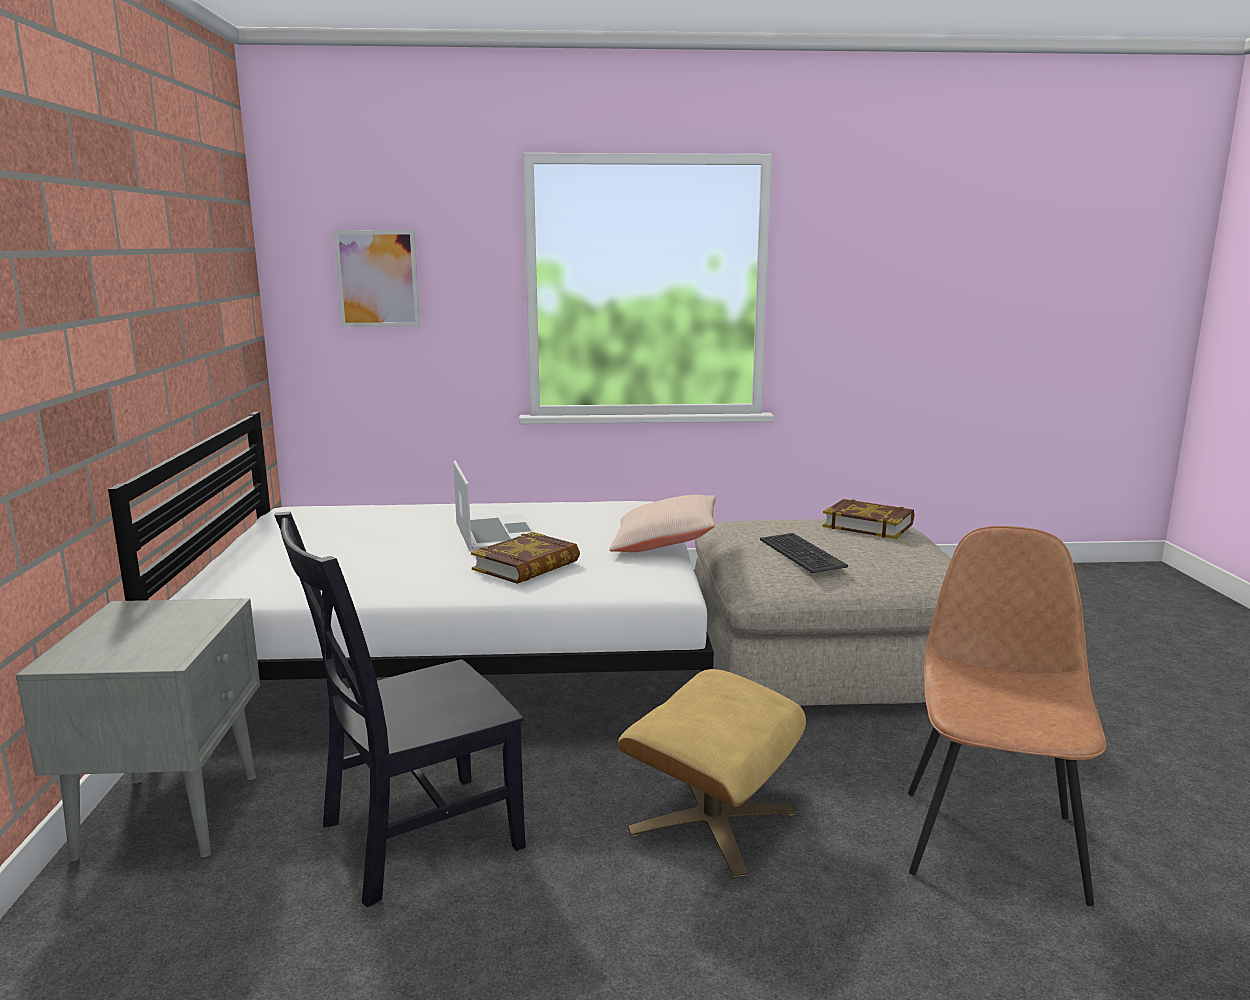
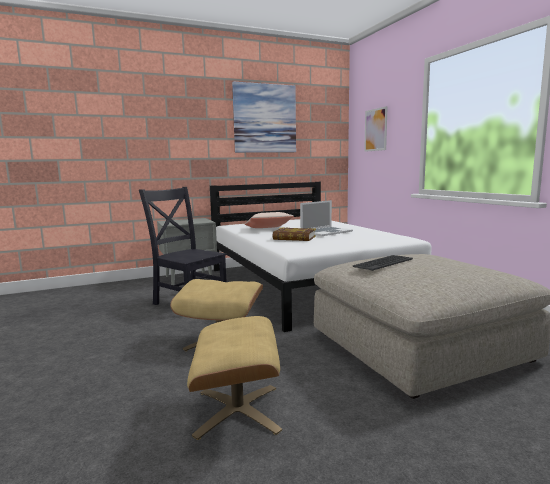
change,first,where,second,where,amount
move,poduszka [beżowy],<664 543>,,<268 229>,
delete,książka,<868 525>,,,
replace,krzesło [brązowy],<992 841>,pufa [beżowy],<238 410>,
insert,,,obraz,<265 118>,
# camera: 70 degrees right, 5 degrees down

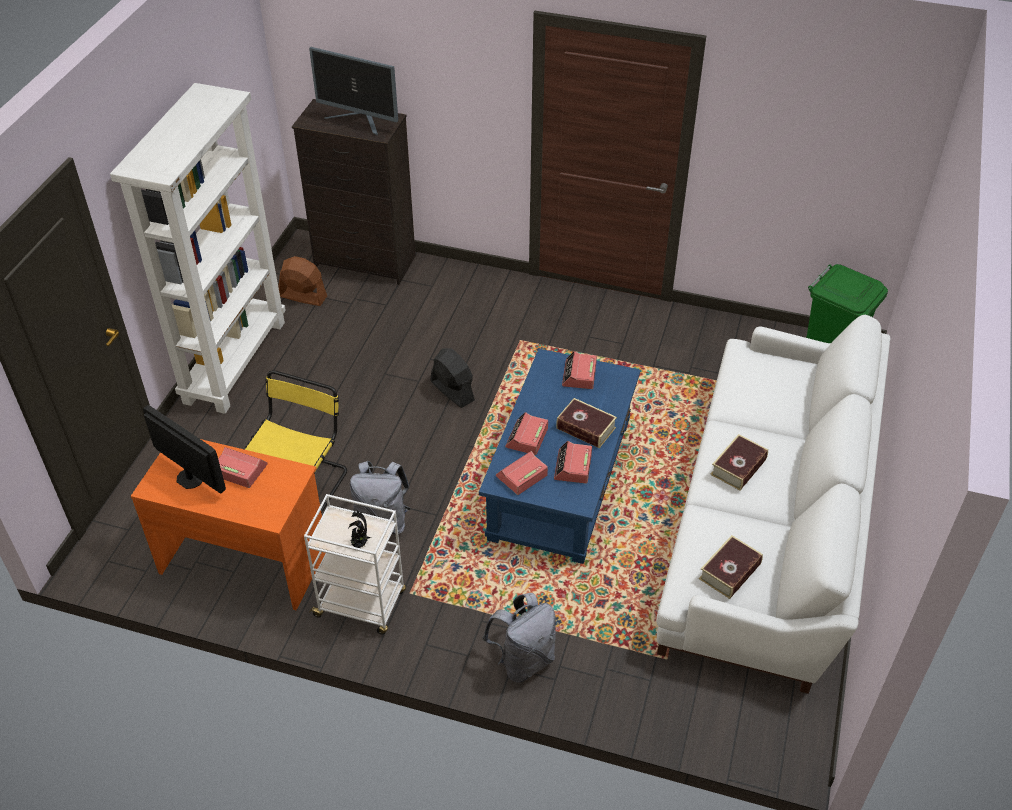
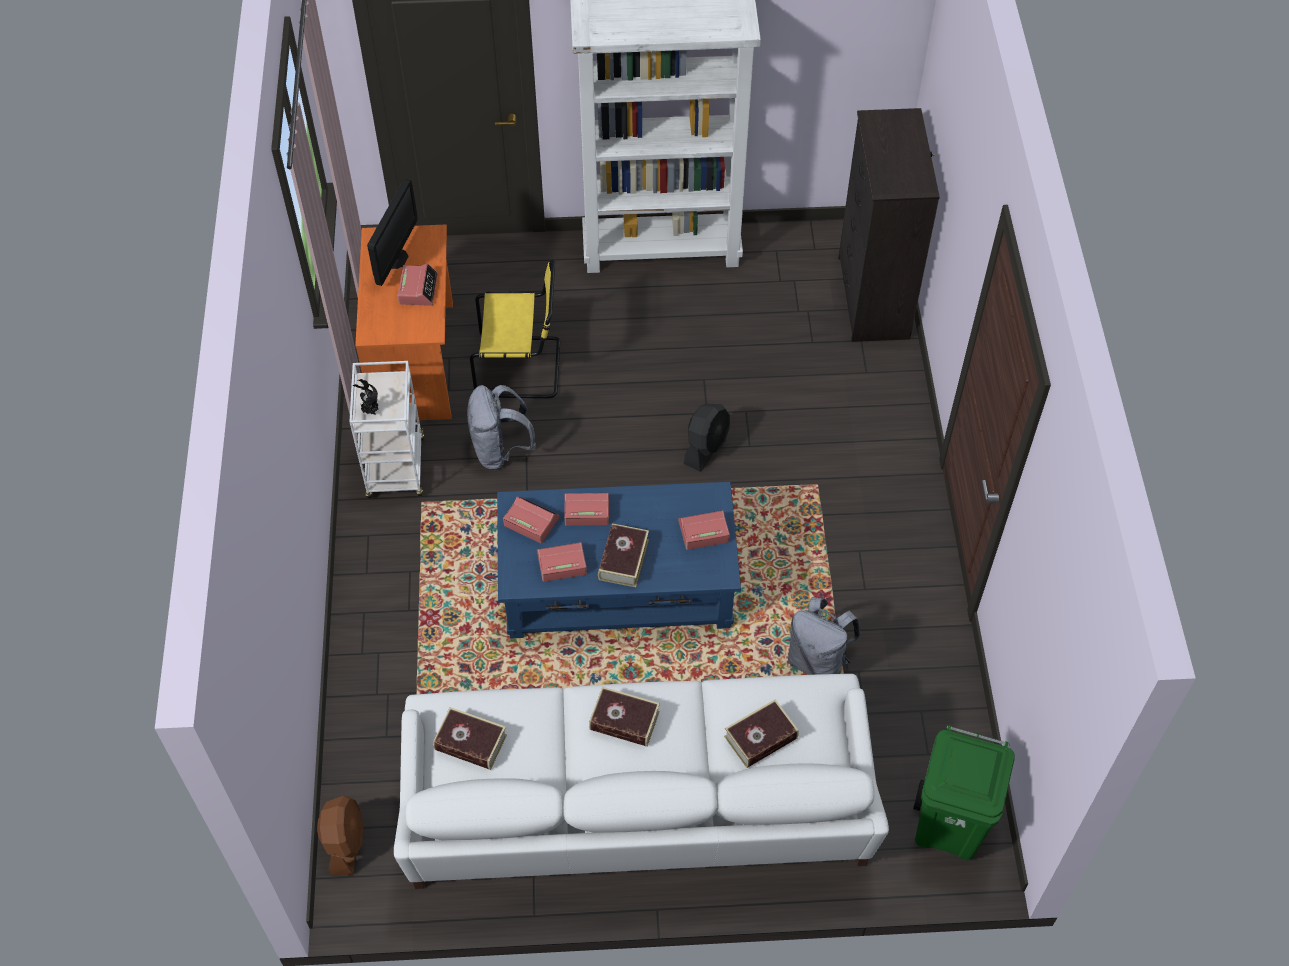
change,first,where,second,where,amount
delete,monitor,<359 121>,,,
move,wentylator [brązowy],<302 296>,,<345 842>,
move,plecak [szary],<523 660>,,<818 661>,
insert,,,książka,<760 738>,
# camera: 70 degrees right, 10 degrees up

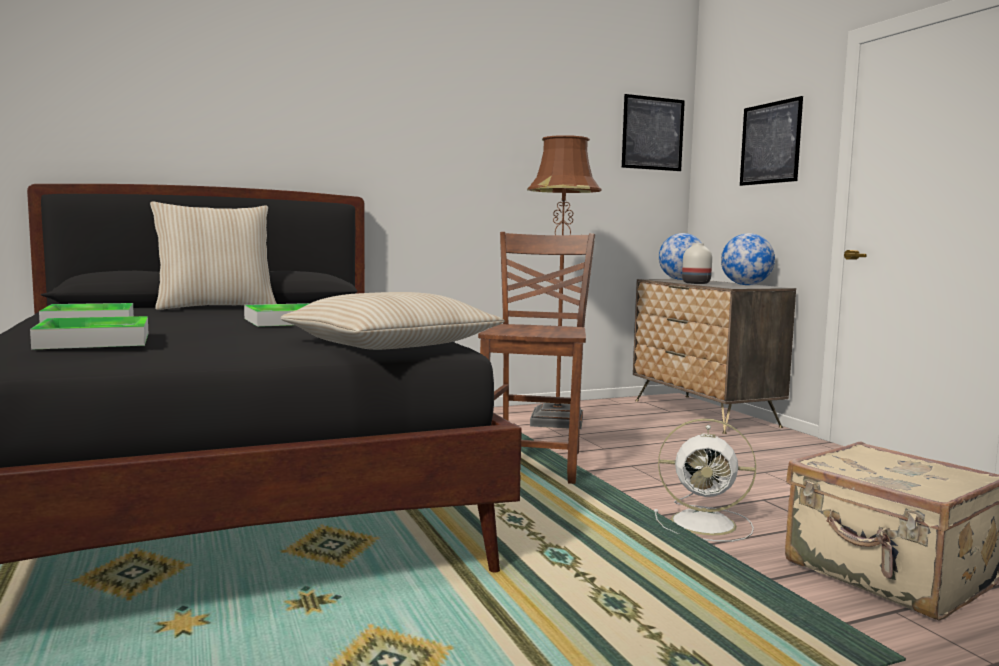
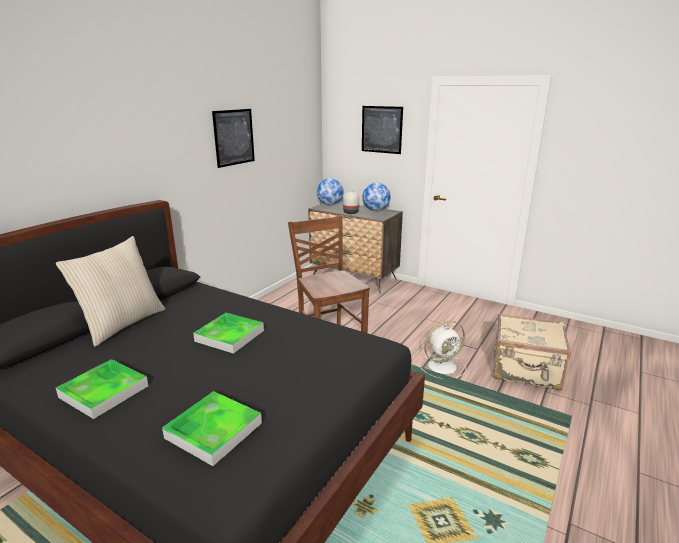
change,first,where,second,where,amount
move,obraz,<652 133>,,<234 137>,
delete,lampa stojąca [brązowy],<556 421>,,,
delete,poduszka [beżowy],<390 345>,,,
# camera: 35 degrees left, 15 degrees up

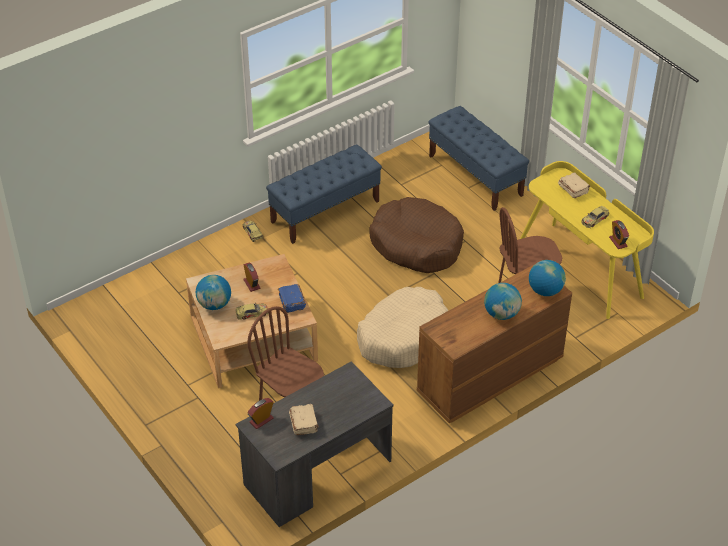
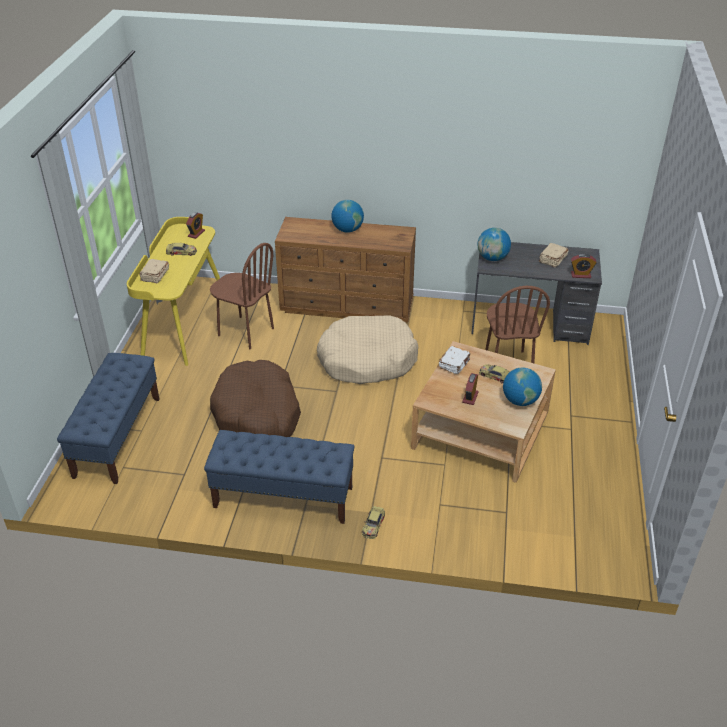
change,first,where,second,where,amount
move,globus,<545 290>,,<492 258>,
recolor,książka [niebieski],<291 302>,książka [biały],<454 364>,
# camera: 135 degrees left, 5 degrees down

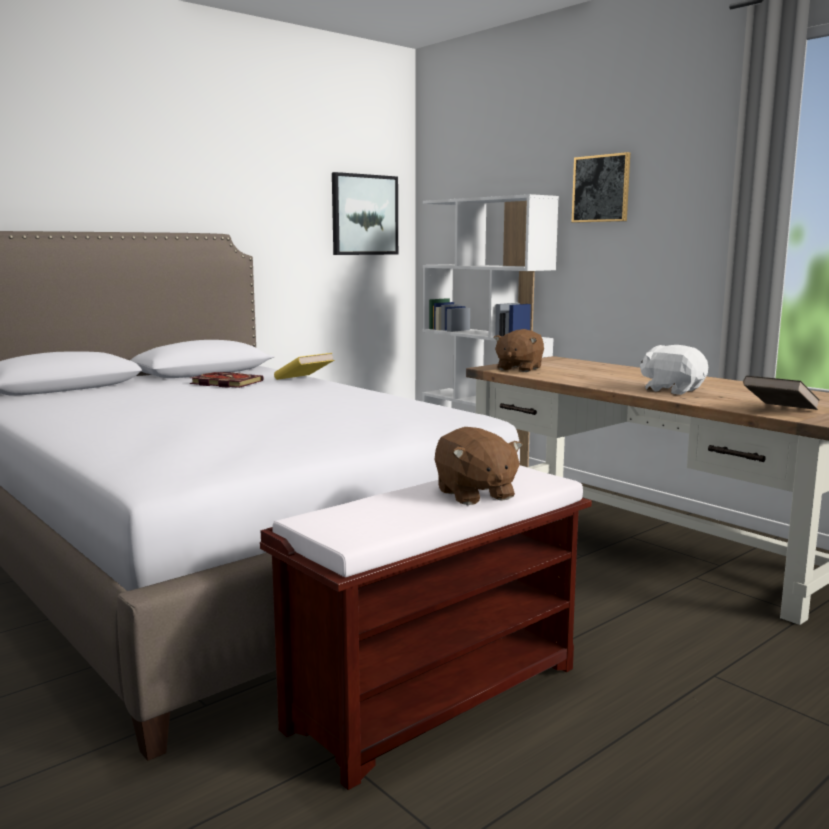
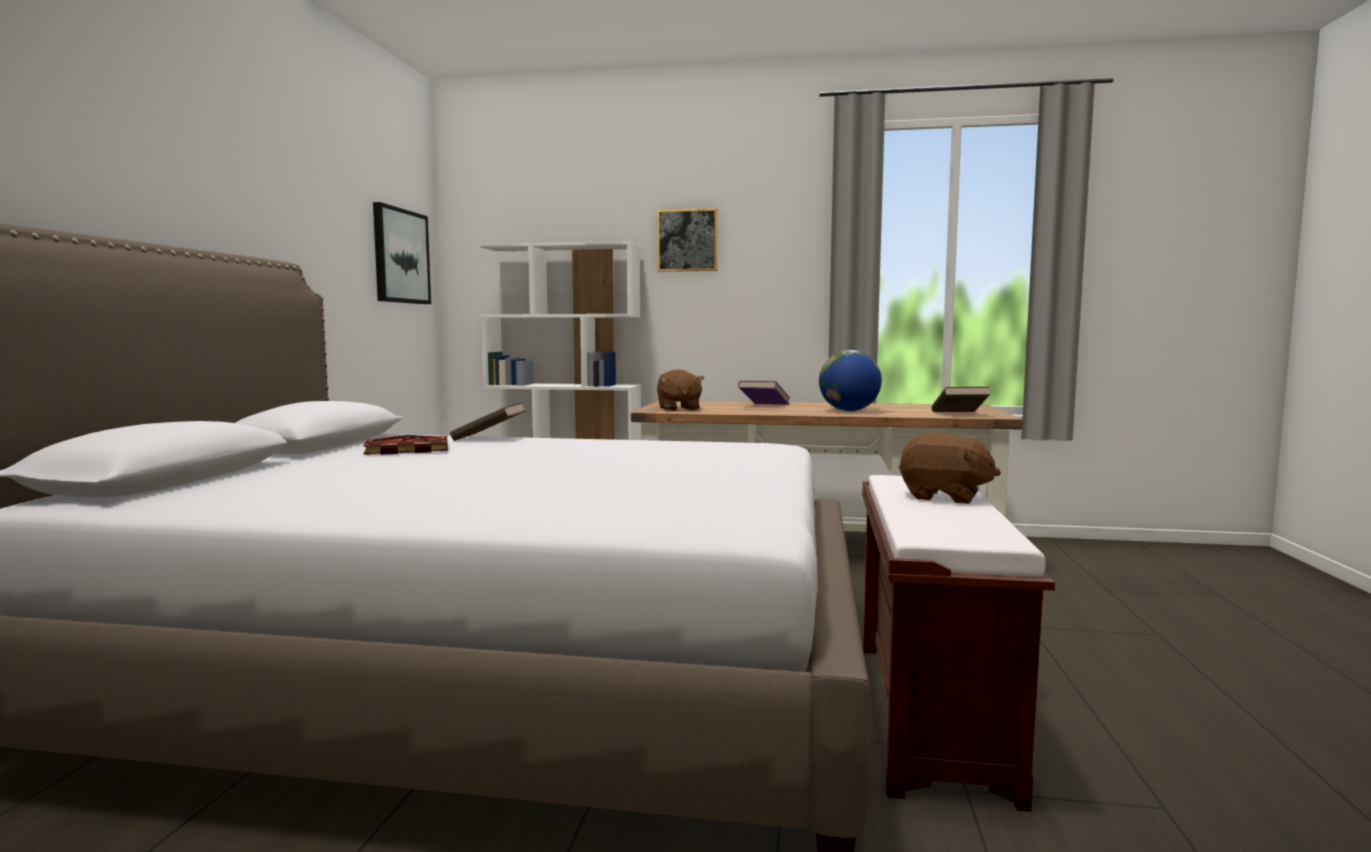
change,first,where,second,where,amount
replace,pluszak [biały],<672 390>,globus,<849 411>,
recolor,książka [żółty],<304 380>,książka [brązowy],<489 438>,
insert,,,książka [fioletowy],<764 406>,
# camera: 40 degrees left, 5 degrees down

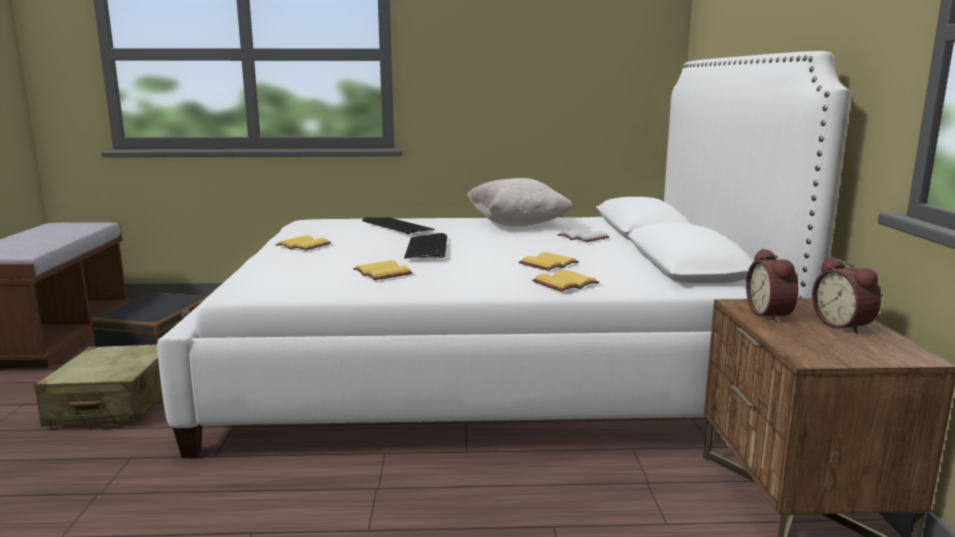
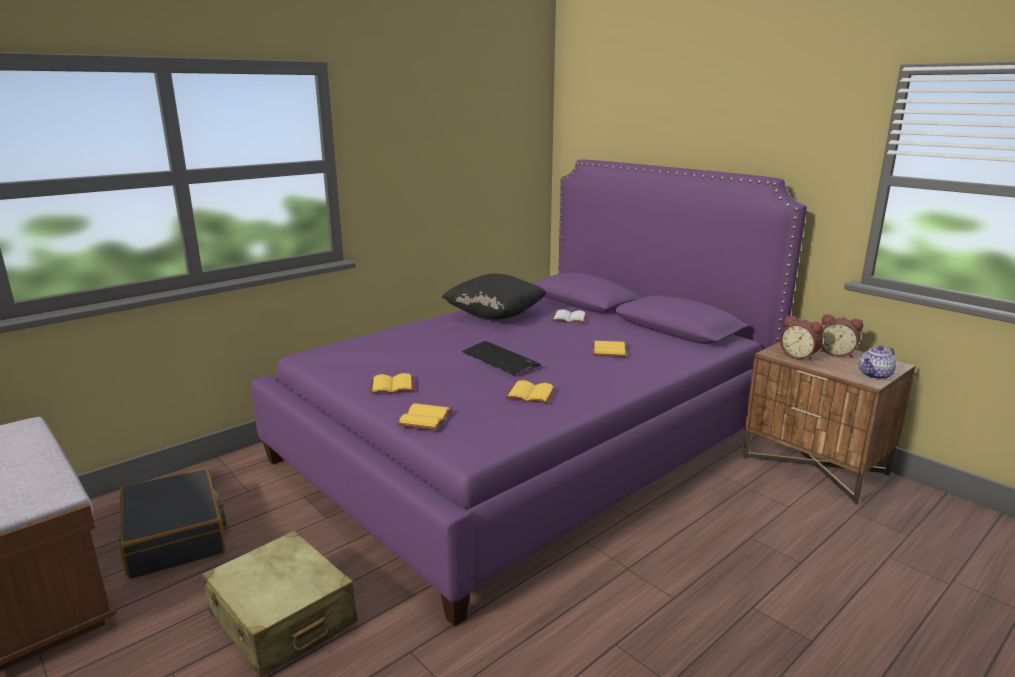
change,first,where,second,where,amount
recolor,łóżko [biały],<485 366>,łóżko [fioletowy],<527 445>,
recolor,poduszka [beżowy],<517 224>,poduszka [czarny],<495 315>,
delete,klawiatura,<397 226>,,,
move,książka [żółty],<566 284>,,<426 419>,
insert,,,imbryk,<875 375>,
# camera: 40 degrees left, 5 degrees up

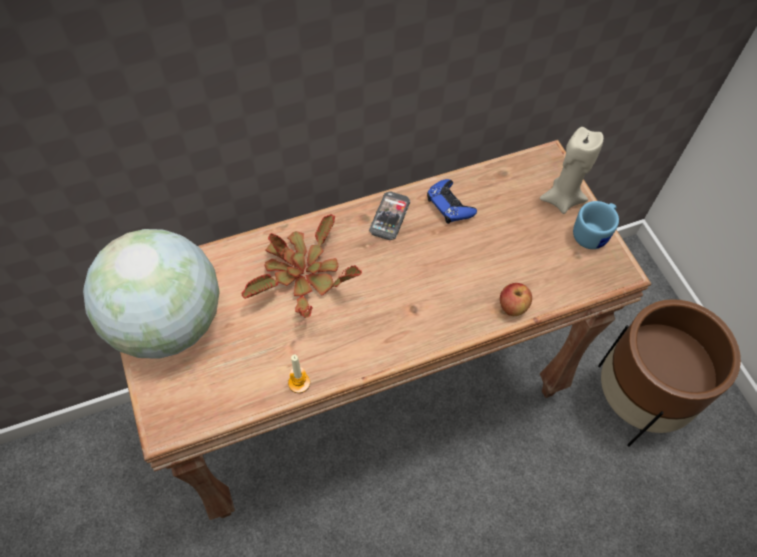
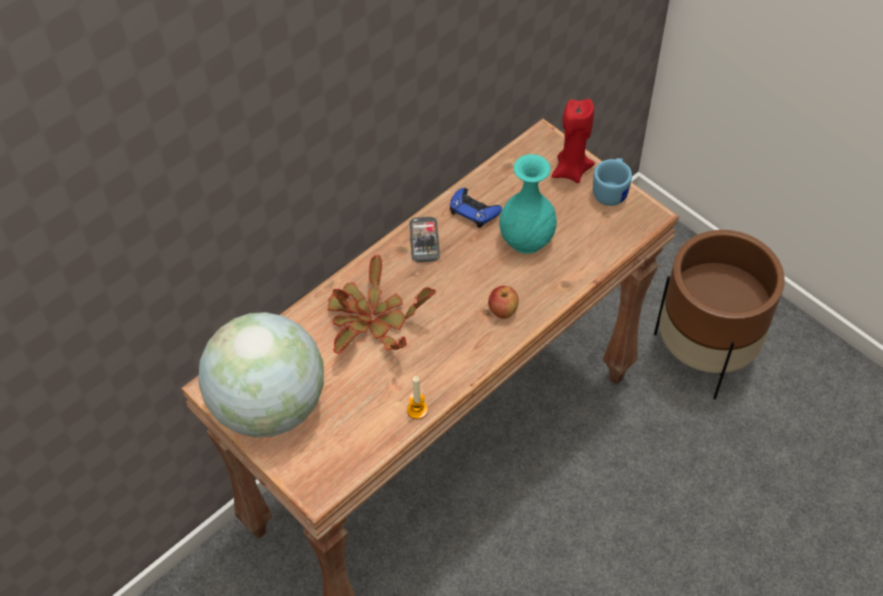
change,first,where,second,where,amount
recolor,świeca [beżowy],<561 199>,świeca [czerwony],<571 171>,
move,jabłko,<512 307>,,<502 311>,
insert,,,wazon [turkusowy],<527 240>,
# camera: 20 degrees left, 5 degrees down

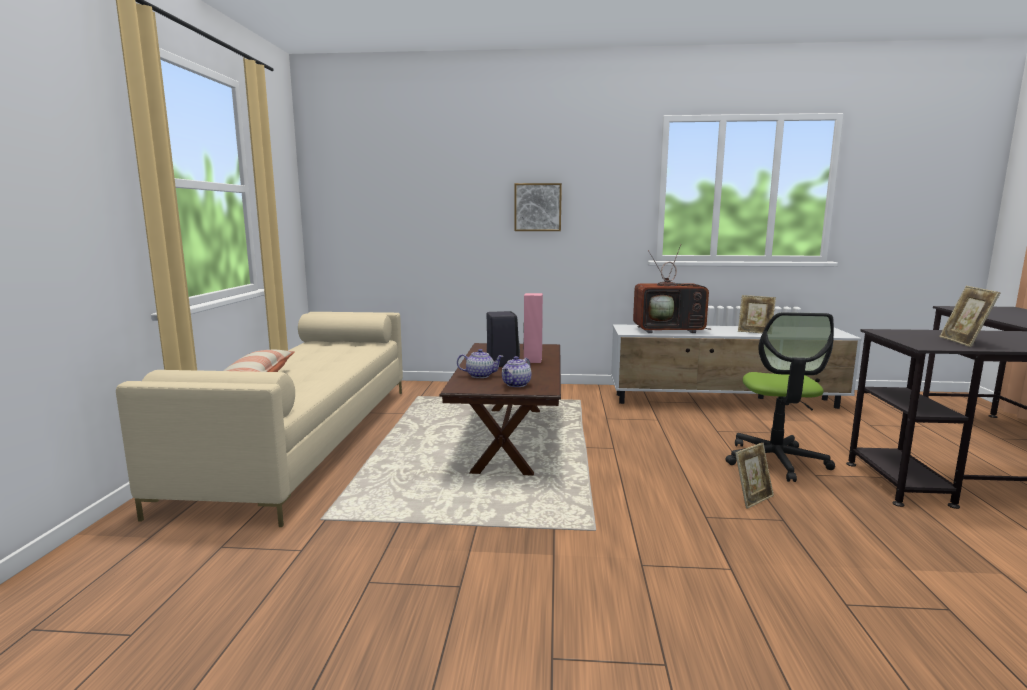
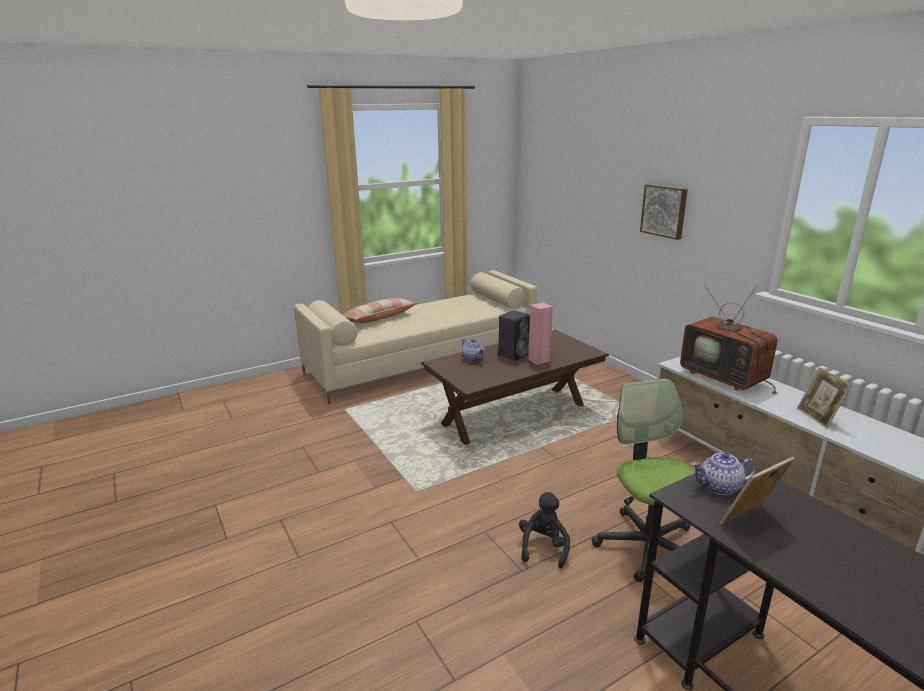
change,first,where,second,where,amount
rotate,krzesło biurowe,<775 461>,,<647 545>,105 degrees clockwise
move,imbryk,<516 384>,,<720 487>,
replace,ramka na zdjęcie,<752 499>,pluszak [czarny],<543 547>,
# camera: 55 degrees right, 10 degrees up

